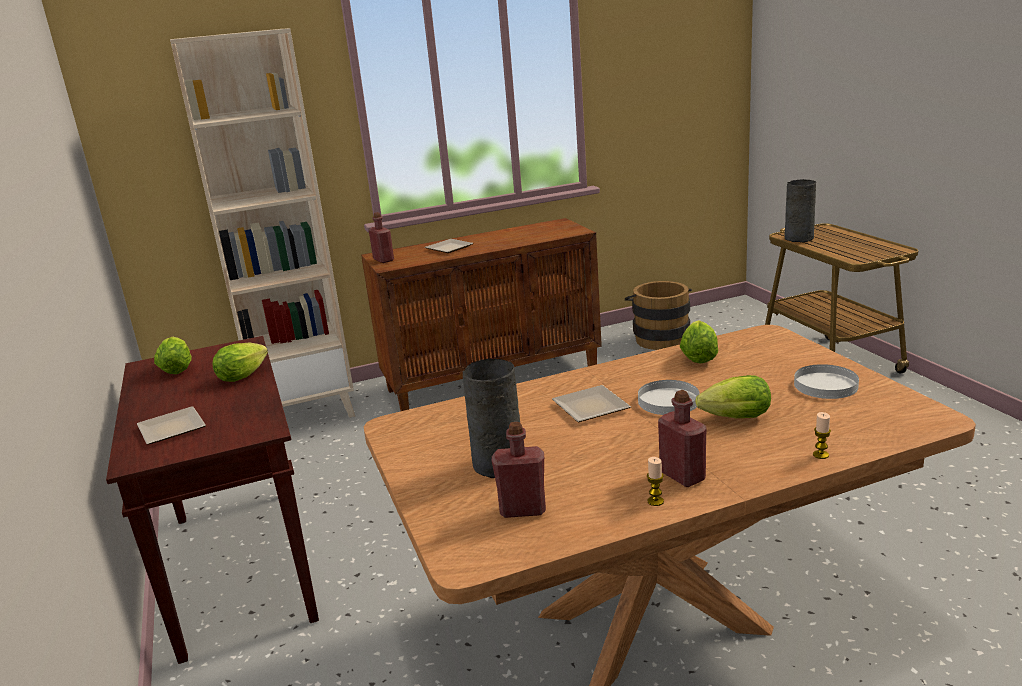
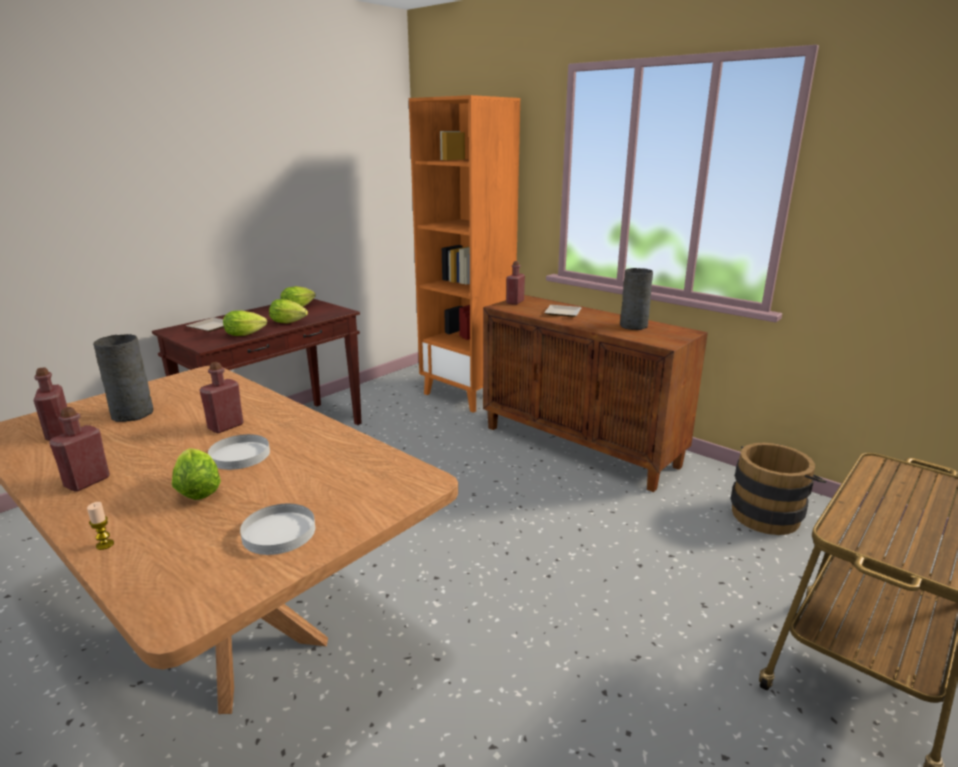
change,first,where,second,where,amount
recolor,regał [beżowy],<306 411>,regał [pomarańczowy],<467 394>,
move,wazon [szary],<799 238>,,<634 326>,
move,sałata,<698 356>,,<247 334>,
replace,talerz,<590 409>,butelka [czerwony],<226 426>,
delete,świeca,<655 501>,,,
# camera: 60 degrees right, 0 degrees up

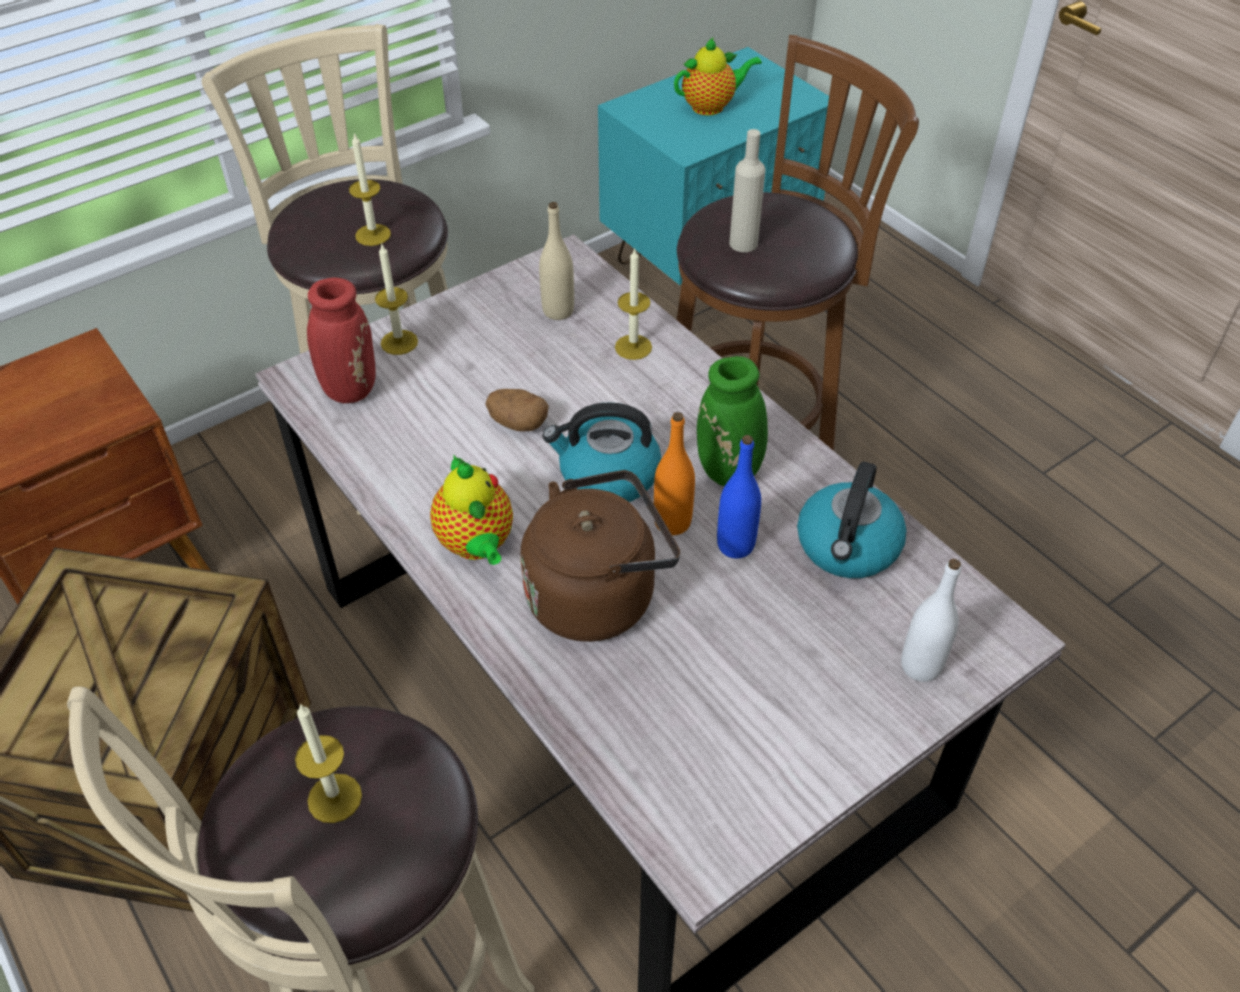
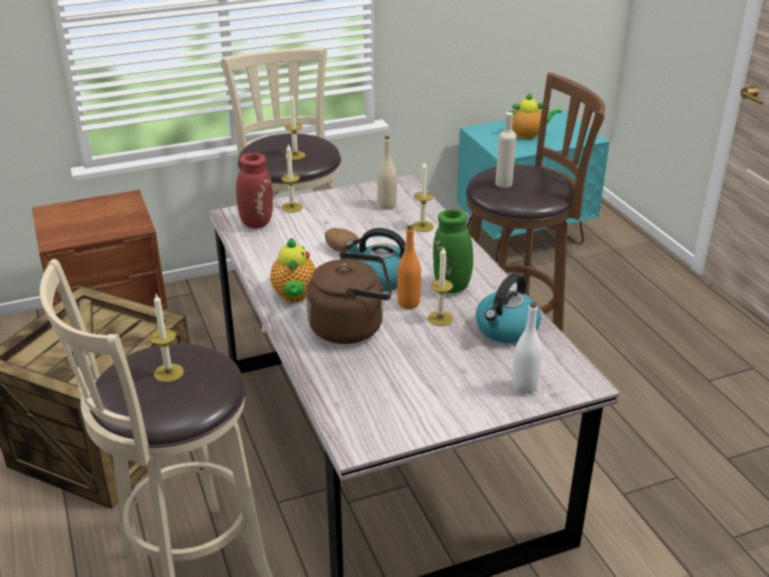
change,first,where,second,where,amount
replace,butelka [niebieski],<735 545>,świeca,<440 318>,
# camera: 15 degrees right, 15 degrees down

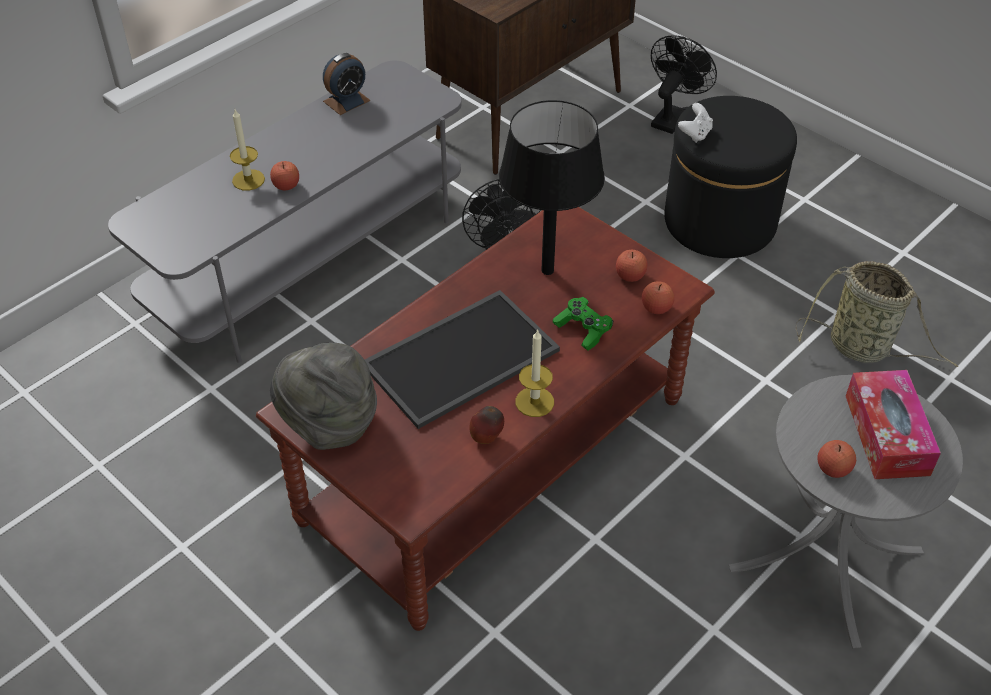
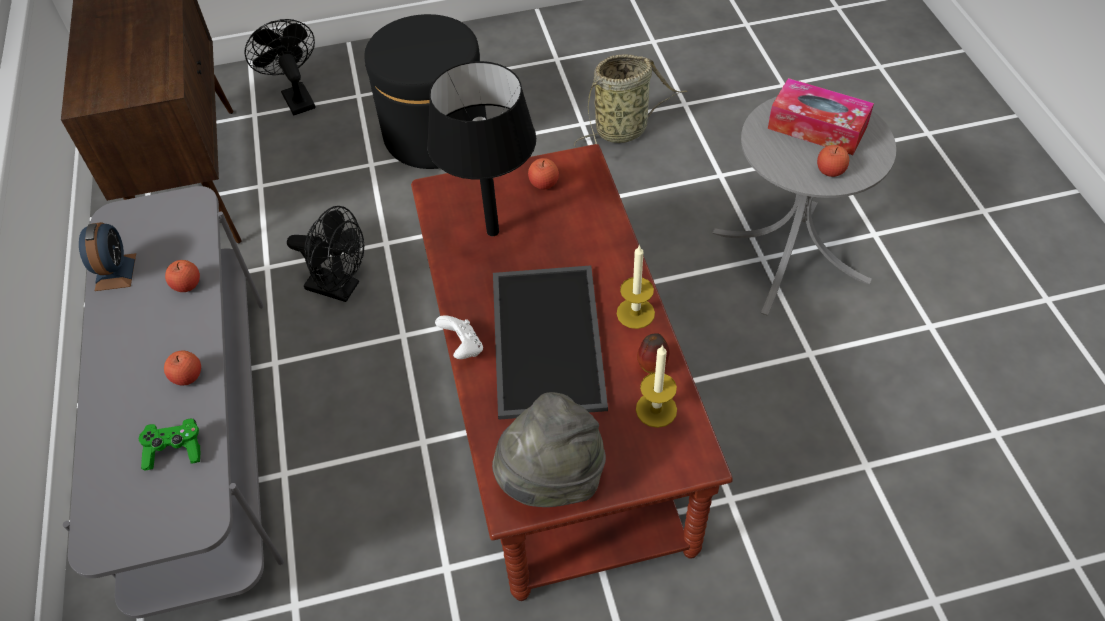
change,first,where,second,where,amount
move,pad do gier [biały],<695 134>,,<462 347>,
move,świeca,<248 180>,,<656 409>,
move,jabłko,<656 308>,,<187 285>,
move,pad do gier [zielony],<583 330>,,<175 450>,
# camera: 55 degrees left, 5 degrees up

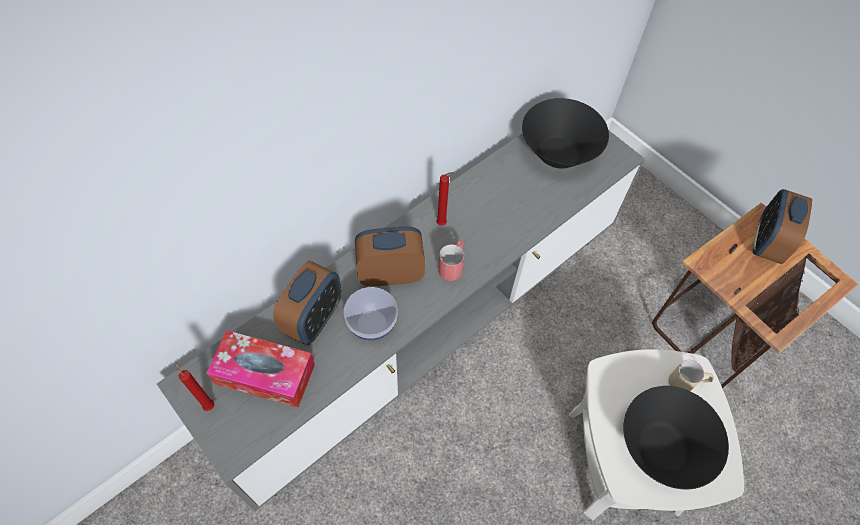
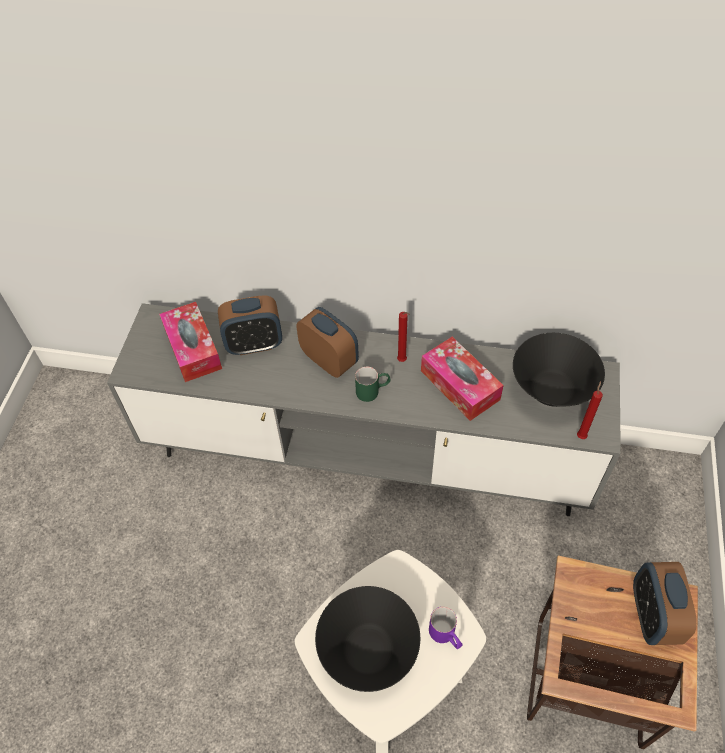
change,first,where,second,where,amount
rotate,budzik,<766 243>,,<652 615>,75 degrees counterclockwise
recolor,kubek [czerwony],<452 265>,kubek [zielony],<373 391>,
delete,miska,<372 324>,,,
recolor,kubek [beżowy],<687 383>,kubek [fioletowy],<446 636>,
move,świeca [czerwony],<208 405>,,<581 435>,
insert,,,pudełko chusteczek,<460 385>,
# camera: 55 degrees right, 5 degrees down

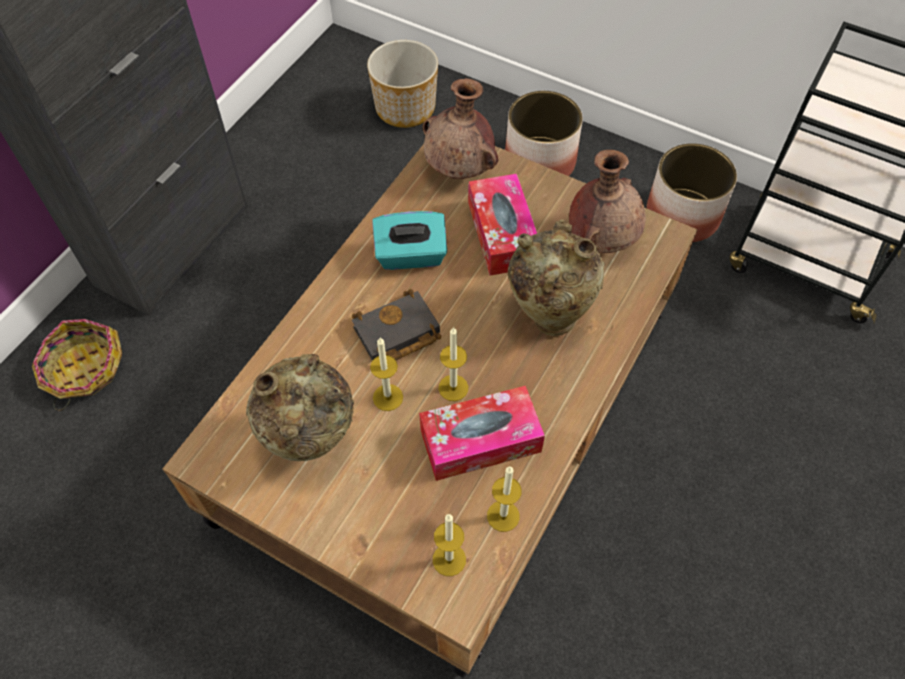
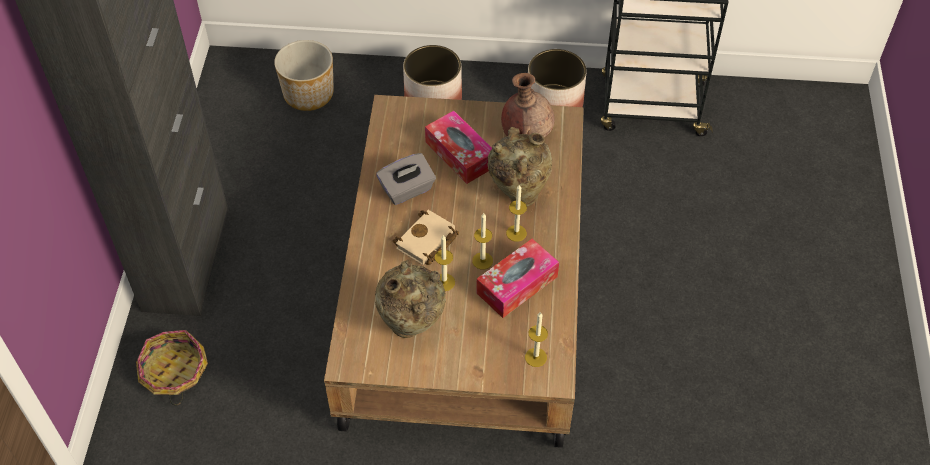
change,first,where,second,where,amount
delete,wazon [brązowy],<460 170>,,,
recolor,pudełko chusteczek [turkusowy],<411 256>,pudełko chusteczek [szary],<407 190>,
recolor,książka [czarny],<396 334>,książka [beżowy],<427 242>,
move,świeca,<503 516>,,<516 233>,
# camera: 25 degrees left, 5 degrees down

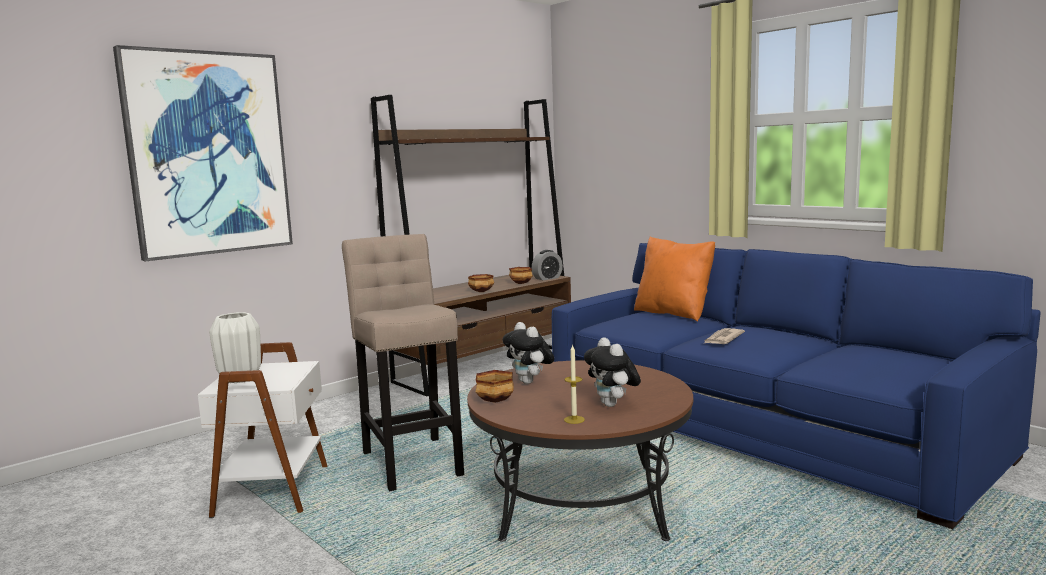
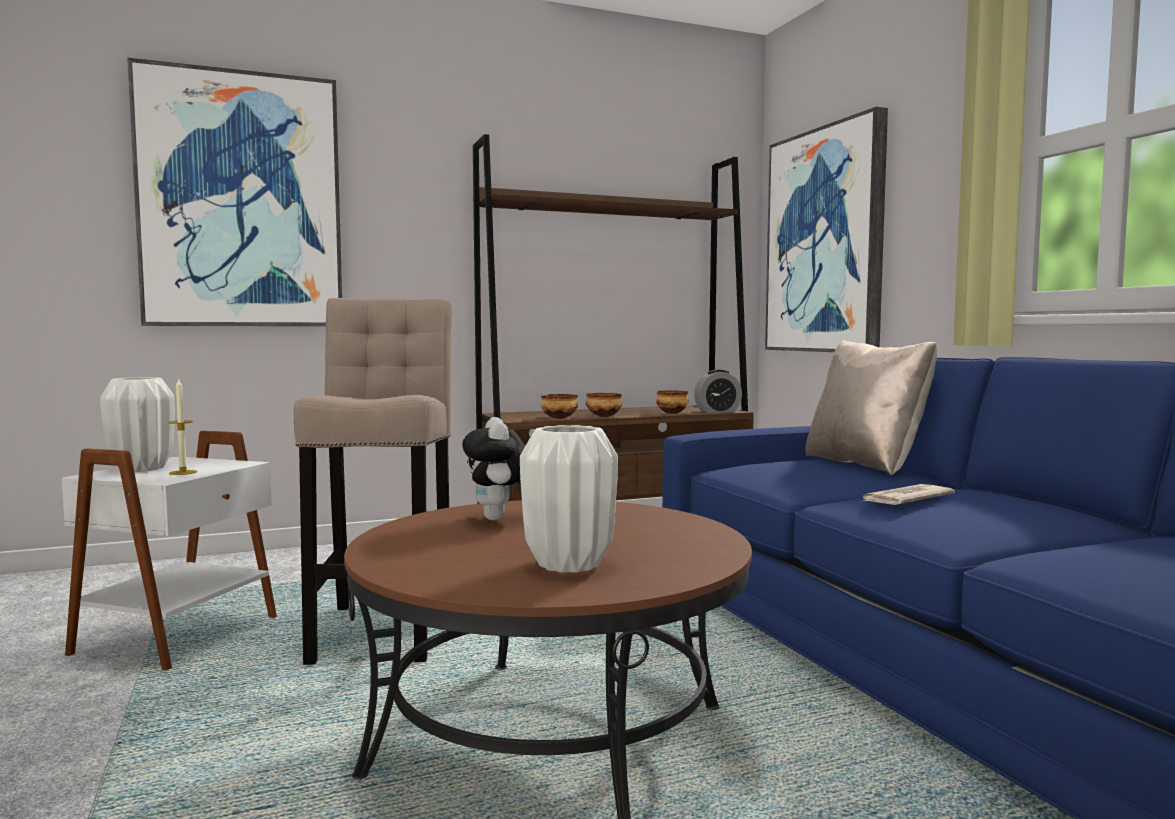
change,first,where,second,where,amount
recolor,poduszka [pomarańczowy],<673 313>,poduszka [beżowy],<866 464>,
replace,pluszak,<613 405>,wazon [biały],<570 564>,
move,świeca,<574 420>,,<183 472>,
move,miska,<495 400>,,<560 418>,
insert,,,obraz,<825 241>,
# camera: 20 degrees right, 5 degrees down

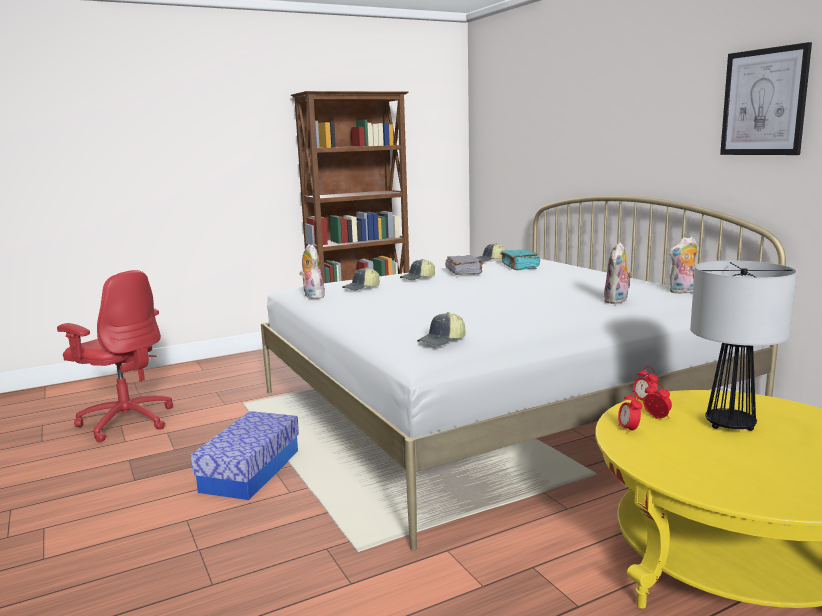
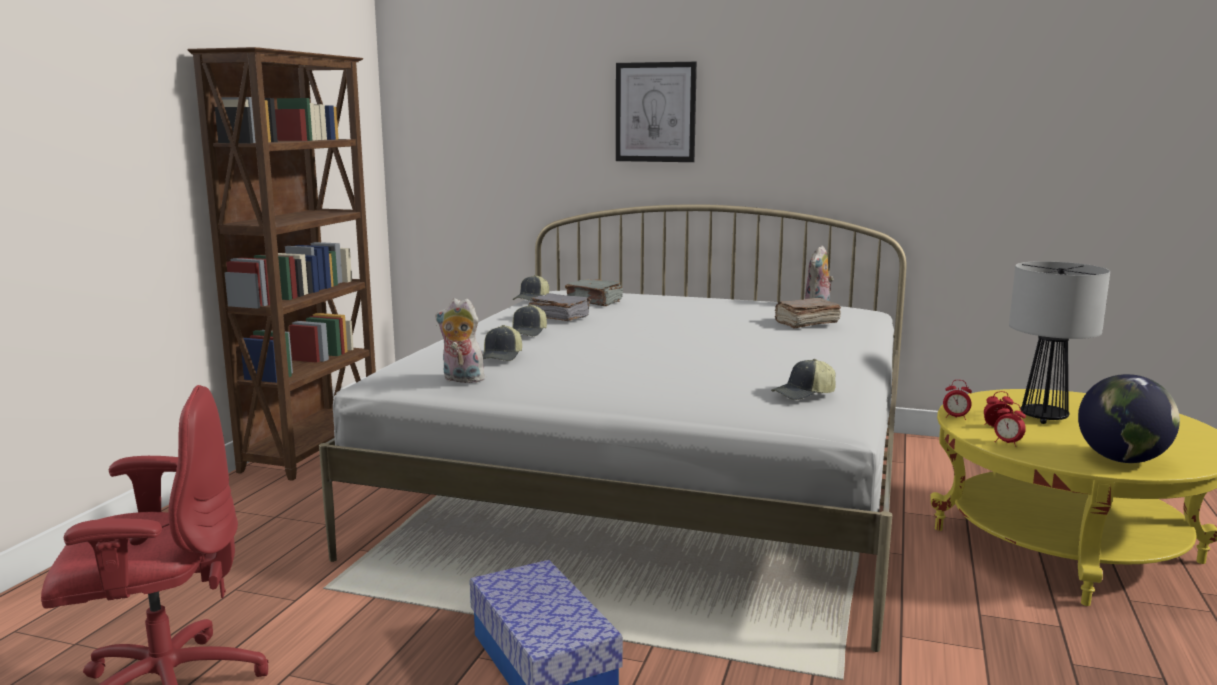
change,first,where,second,where,amount
move,obraz,<764 102>,,<655 112>,
replace,pluszak,<617 301>,książka [brązowy],<805 323>,
recolor,książka [turkusowy],<519 266>,książka [szary],<594 302>,
rotate,czapka z daszkiem,<442 341>,,<804 394>,60 degrees clockwise
insert,,,globus,<1122 460>,
# camera: 45 degrees left, 0 degrees up

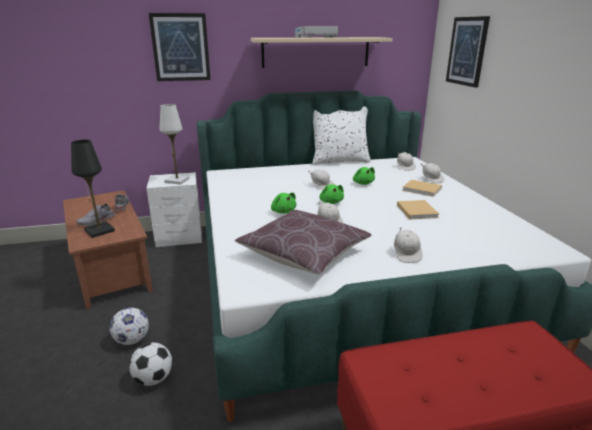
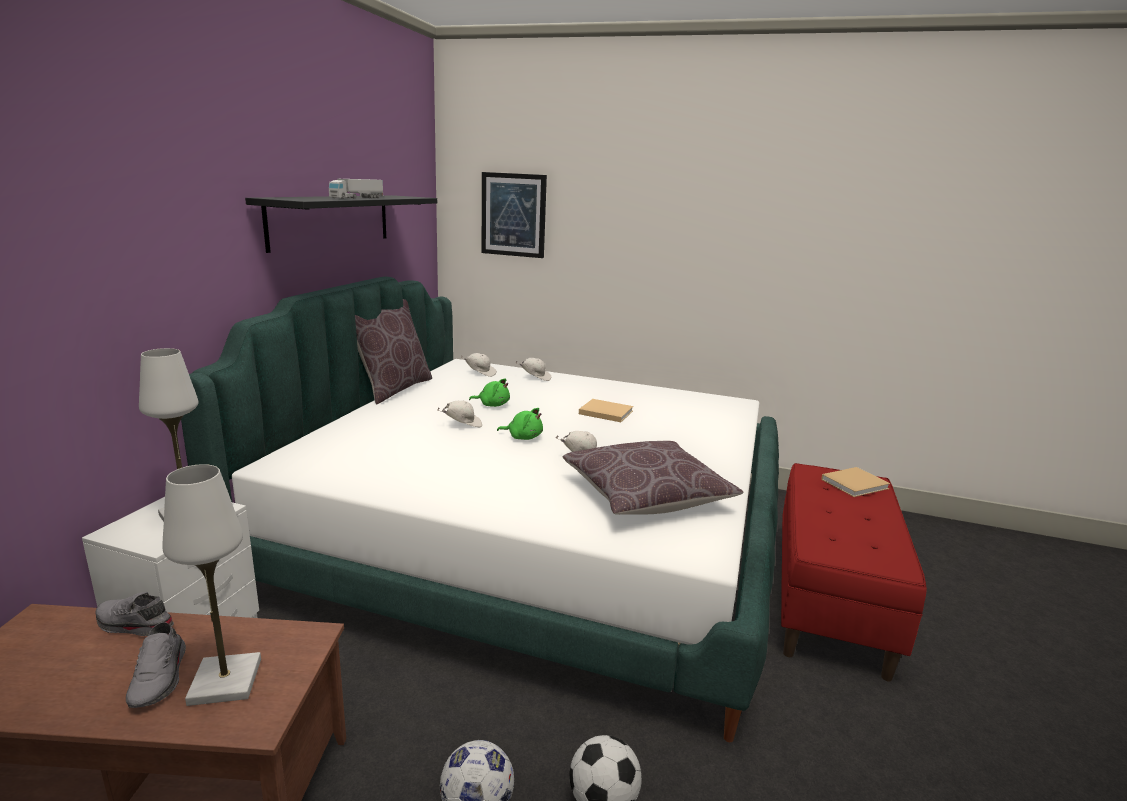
change,first,where,second,where,amount
delete,obraz,<180 47>,,,
recolor,półka [beżowy],<316 52>,półka [czarny],<331 220>,
recolor,poduszka [biały],<339 161>,poduszka [brązowy],<393 389>,
recolor,lampa stołowa [czarny],<99 231>,lampa stołowa [biały],<225 681>,
move,książka [beżowy],<423 189>,,<856 483>,
delete,pluszak [zielony],<283 211>,,,
delete,czapka z daszkiem [biały],<407 254>,,,
# camera: 60 degrees left, 5 degrees down

